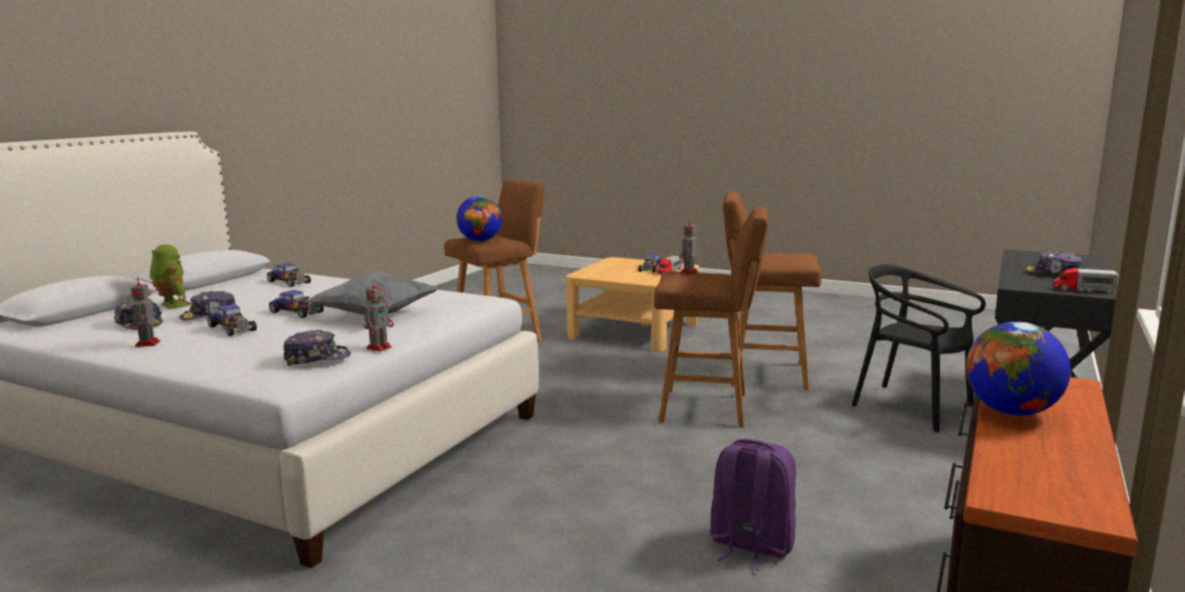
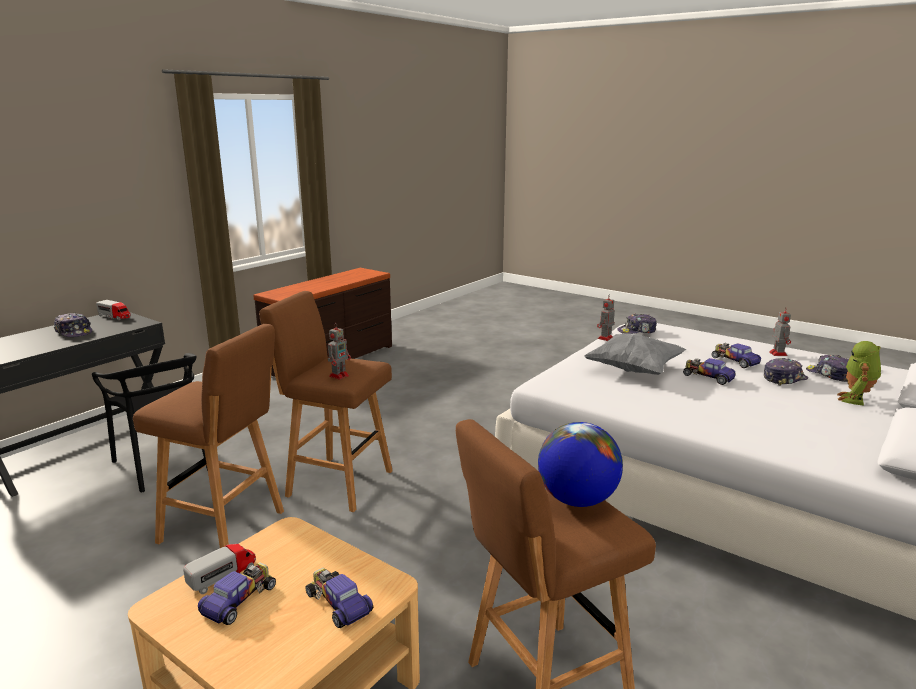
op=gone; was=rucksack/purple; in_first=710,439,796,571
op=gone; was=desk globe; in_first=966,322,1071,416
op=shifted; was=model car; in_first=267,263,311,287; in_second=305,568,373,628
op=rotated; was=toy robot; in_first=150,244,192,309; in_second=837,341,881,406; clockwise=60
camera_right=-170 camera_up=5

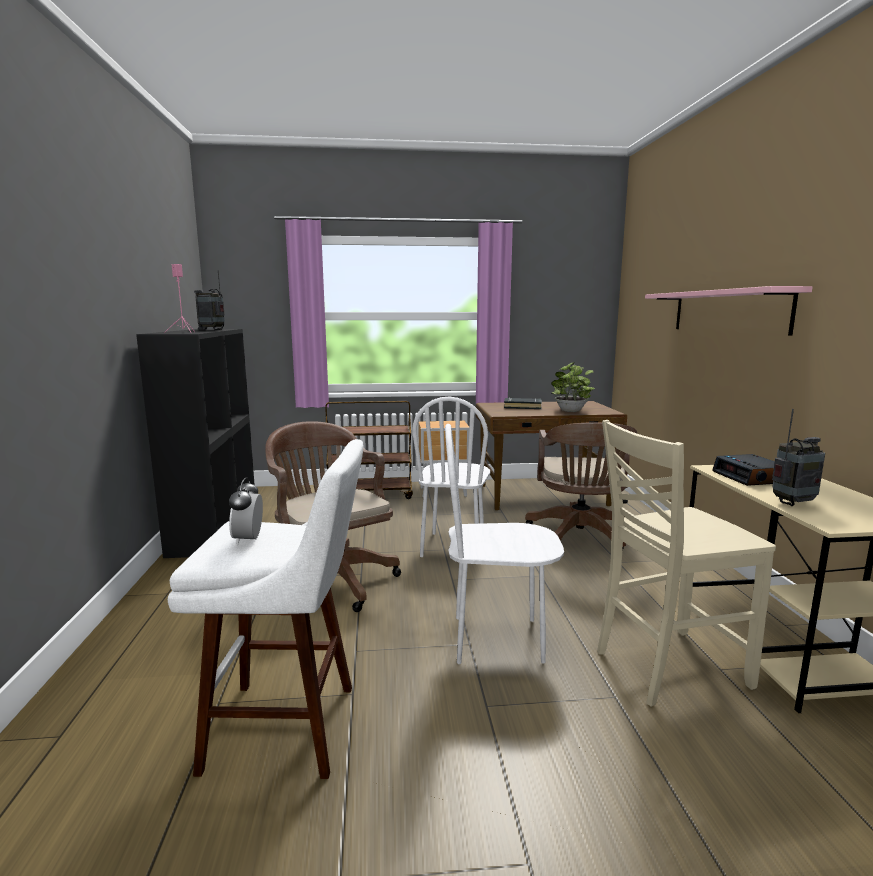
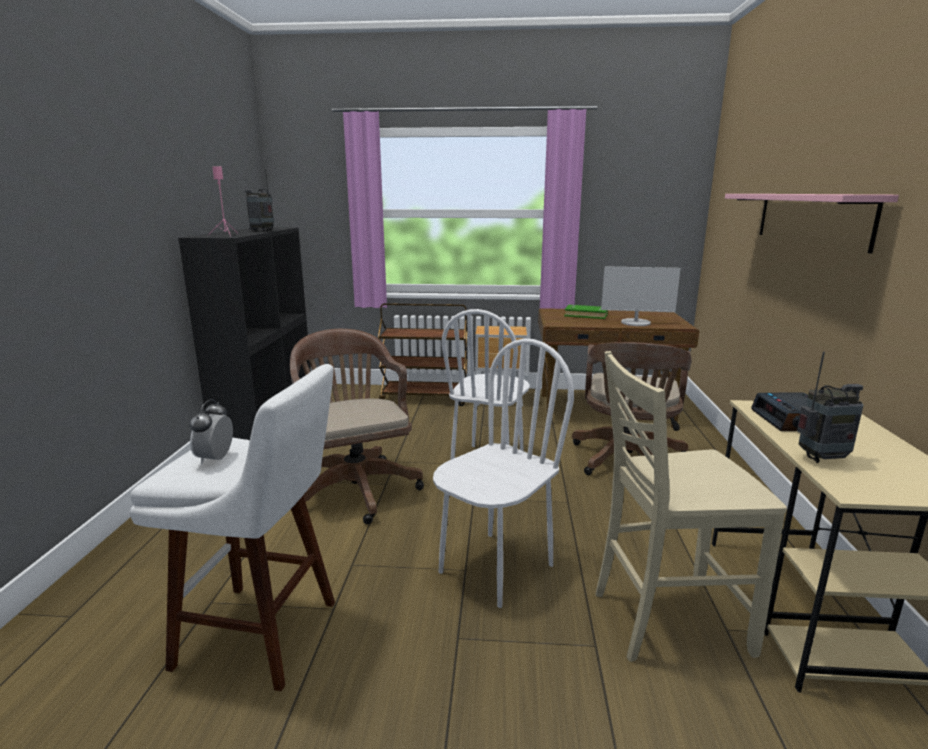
op=swapped; was=houseplant; now=computer screen; in_first=551,362,595,412; in_second=601,266,681,326
op=repainted; was=volume/blackish; now=volume/green-coloured; in_first=504,398,542,409; in_second=564,305,608,319
op=rotated; was=plain chair/white; in_first=445,424,564,664; in_second=433,338,574,608; clockwise=120
camera_right=10 camera_up=5

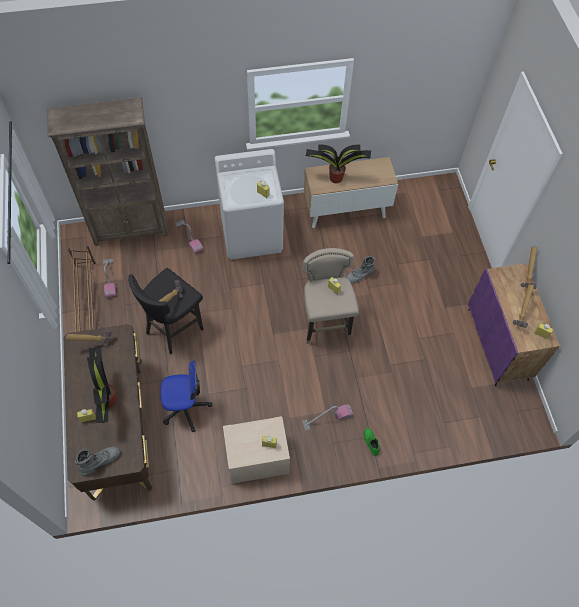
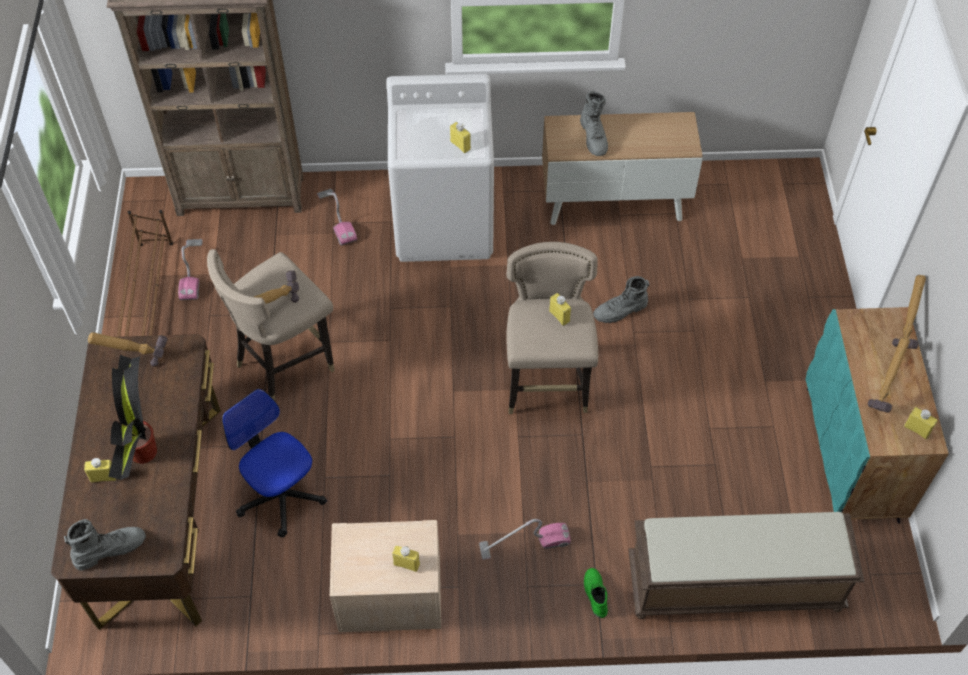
op=new; now=indoor bench/brownish; in_second=628,512,865,619
op=swapped; was=houseplant; now=tall boot/gray; in_first=305,144,371,183; in_second=580,91,608,156
op=repainted; was=sitting stool/blackish; now=sitting stool/sand-coloured; in_first=128,268,203,354; in_second=207,249,335,401
op=repainted; was=cabinet/purple; now=cabinet/turquoise; in_first=468,263,560,386; in_second=806,307,949,524
op=rotated; was=computer chair; in_first=161,361,212,432; in_second=222,389,327,537; clockwise=-135
camera_right=10 camera_up=-5

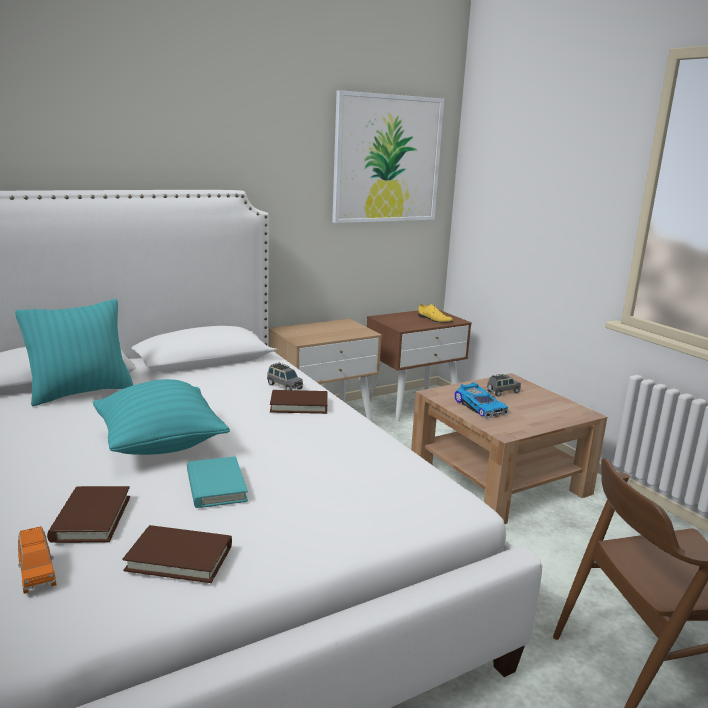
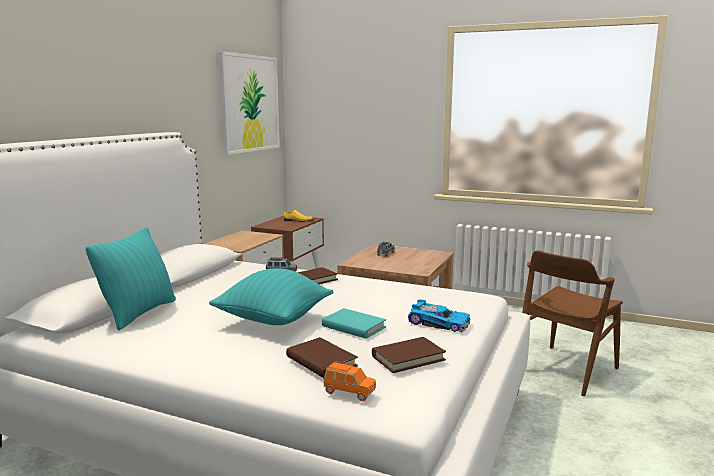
op=shifted; was=model car; in_first=455,382,509,418; in_second=408,299,470,332
camera_right=-35 camera_up=-5

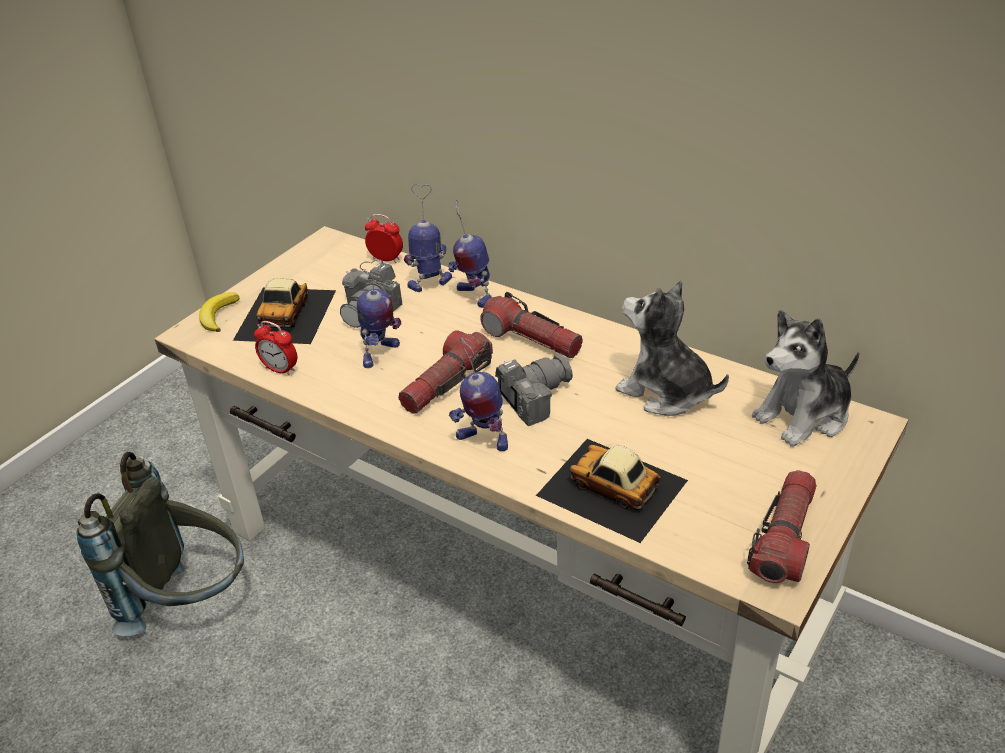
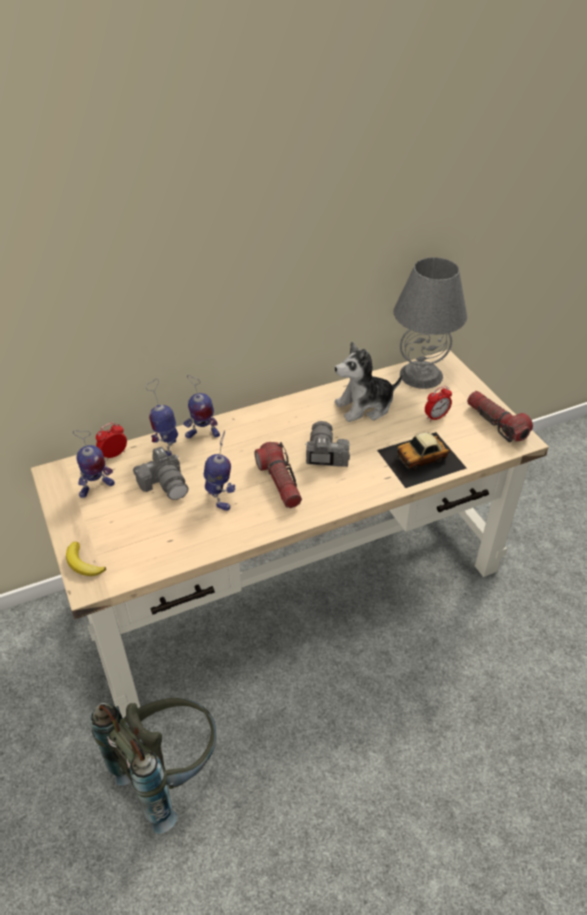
op=gone; was=model car; in_first=233,278,336,344
op=gone; was=hand torch; in_first=480,292,583,358
op=shifted; was=alarm clock; in_first=254,321,297,376; in_second=425,386,452,422
op=shifted; was=toy robot; in_first=449,338,508,451; in_second=73,430,115,498
op=swapped; was=cuddly toy; now=lamp for a table/gray; in_first=752,310,860,447; in_second=394,257,467,389
camera_right=-60 camera_up=5

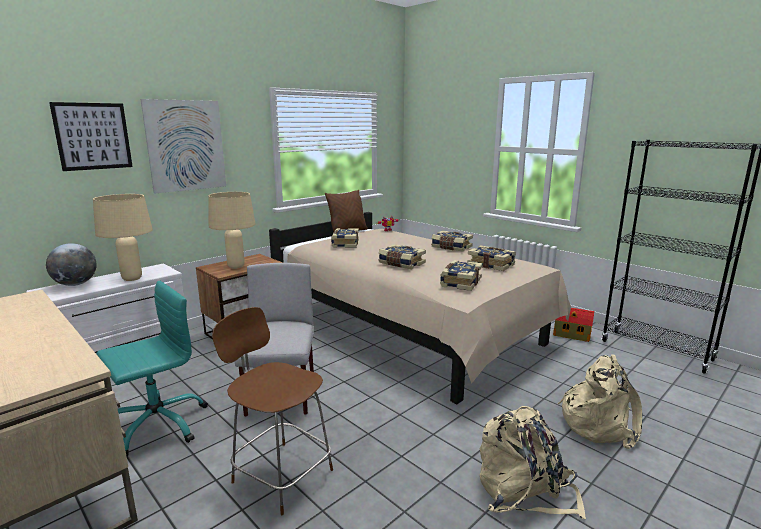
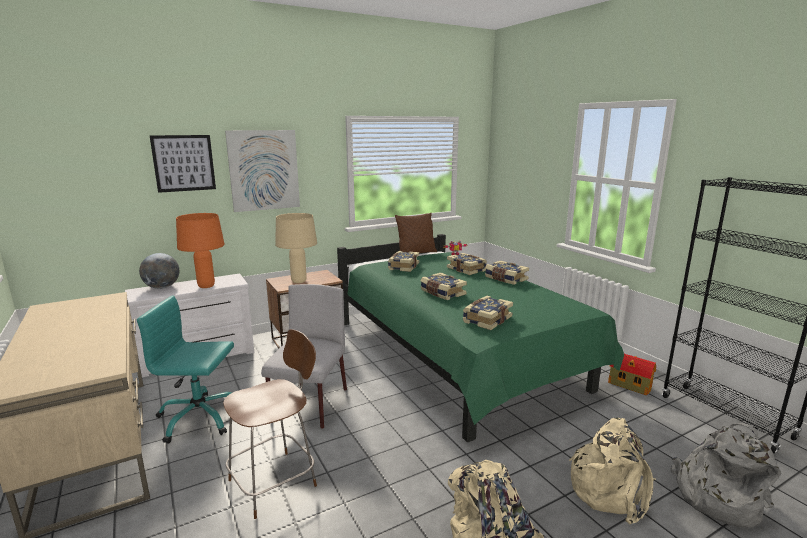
op=new; now=rucksack/gray; in_second=670,423,781,527
op=shifted; was=volume; in_first=467,246,516,271; in_second=447,253,487,275
op=repainted; was=lamp for a table/sand-coloured; now=lamp for a table/orangey; in_first=93,194,153,281; in_second=176,213,225,288
op=repainted; was=bed/sand-coloured; now=bed/green-coloured; in_first=269,212,571,404; in_second=337,234,624,443
op=rotated; was=computer chair/turquoise; in_first=96,281,208,457; in_second=137,296,234,444; clockwise=-150
op=rotated; was=plain chair/brownish; in_first=212,307,333,515; in_second=223,329,317,519; clockwise=90
camera_right=15 camera_up=0

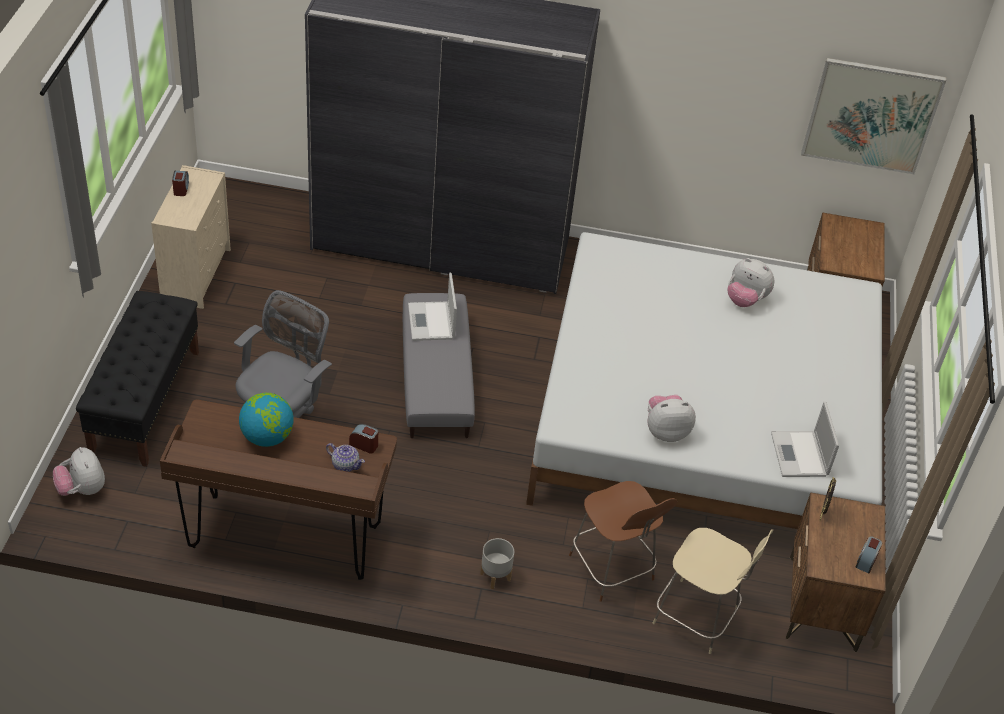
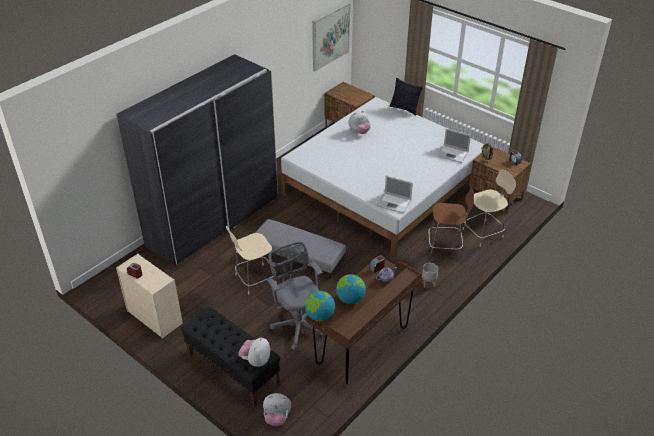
op=new; now=plain chair/sand-coloured; in_second=226,226,277,295
op=new; now=desk globe; in_second=305,291,335,321
op=new; now=pillow; in_second=390,78,423,115
op=shifted; was=notebook computer; in_first=408,273,457,341; in_second=377,176,413,213
op=shifted; was=cuddly toy; in_first=647,395,696,442; in_second=238,337,270,367
camera_right=-55 camera_up=-5

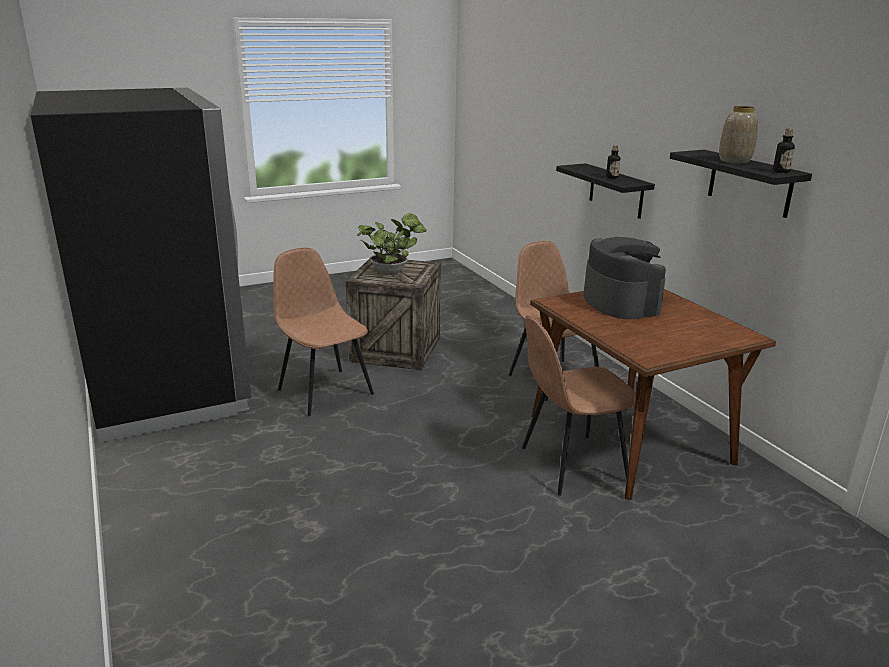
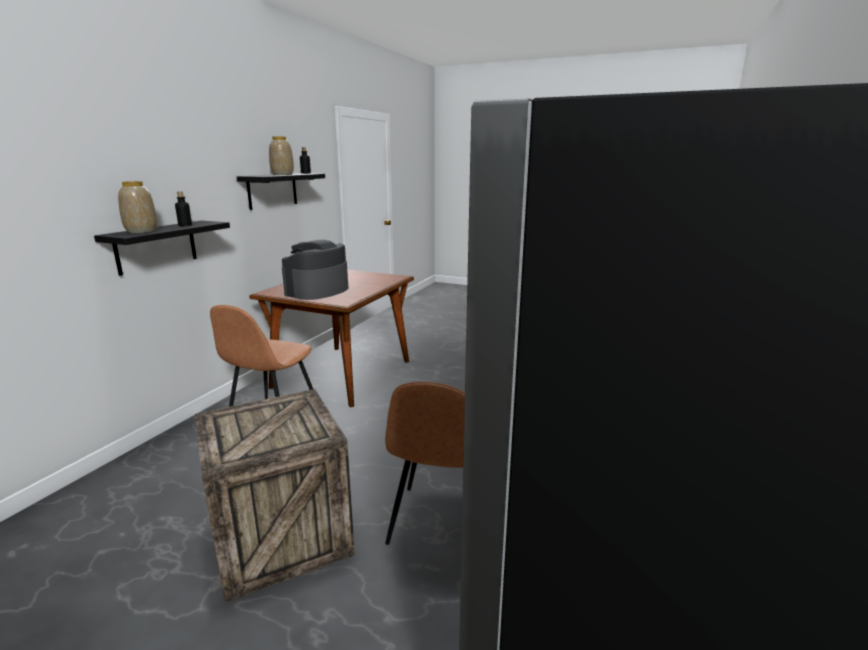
op=gone; was=houseplant; in_first=357,213,427,275
op=gone; was=plain chair/brownish; in_first=522,315,636,496
op=new; now=flower vase; in_second=118,181,157,233
camera_right=-130 camera_up=-5

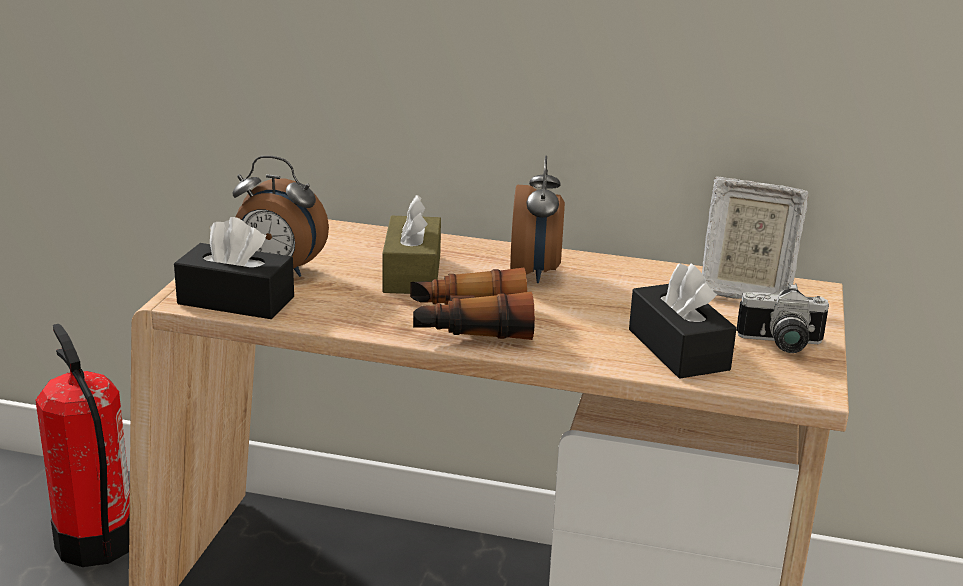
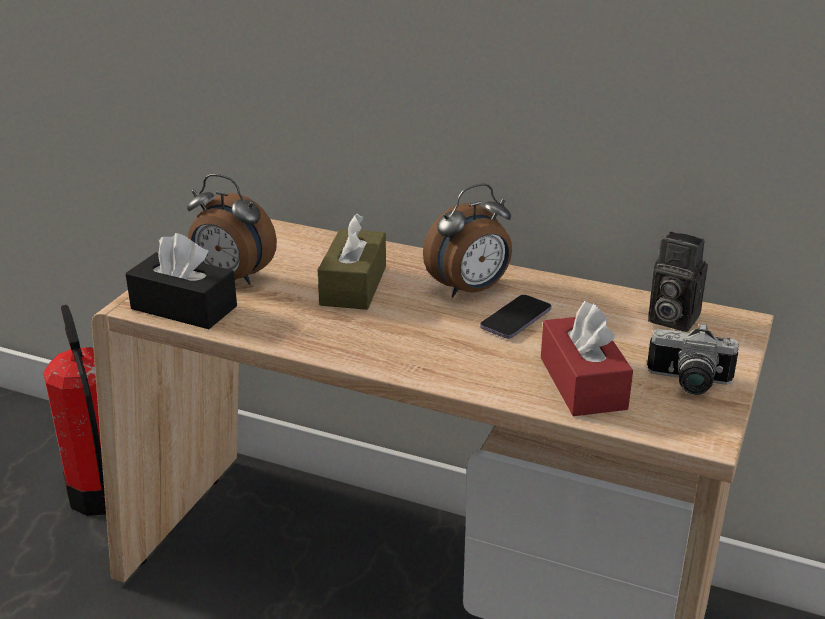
op=gone; was=field glasses; in_first=410,268,535,340
op=new; now=phone; in_second=480,295,551,339
op=swapped; was=standing frame; now=still camera; in_first=702,177,808,299; in_second=648,232,708,332
op=repainted; was=tissue holder/blackish; now=tissue holder/red-coloured; in_first=629,263,737,379; in_second=541,301,633,416
op=rotated; was=alarm clock; in_first=510,156,565,283; in_second=423,183,512,297; clockwise=45
camera_right=10 camera_up=5

